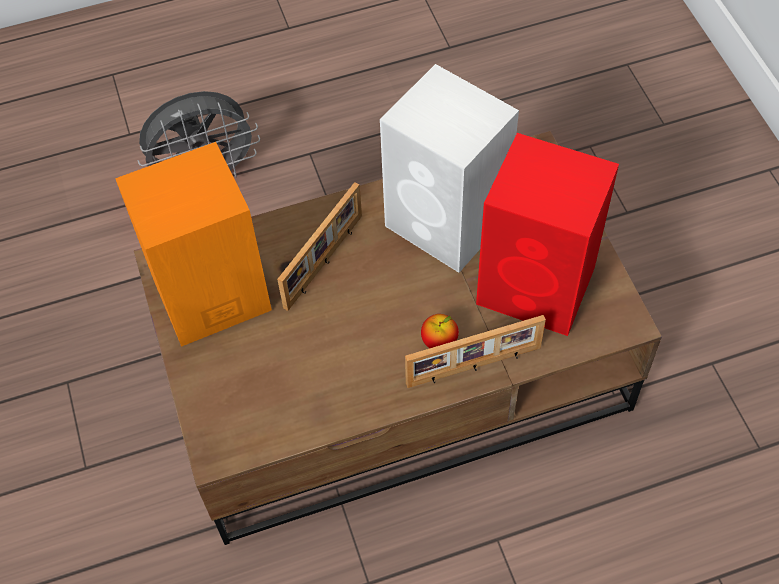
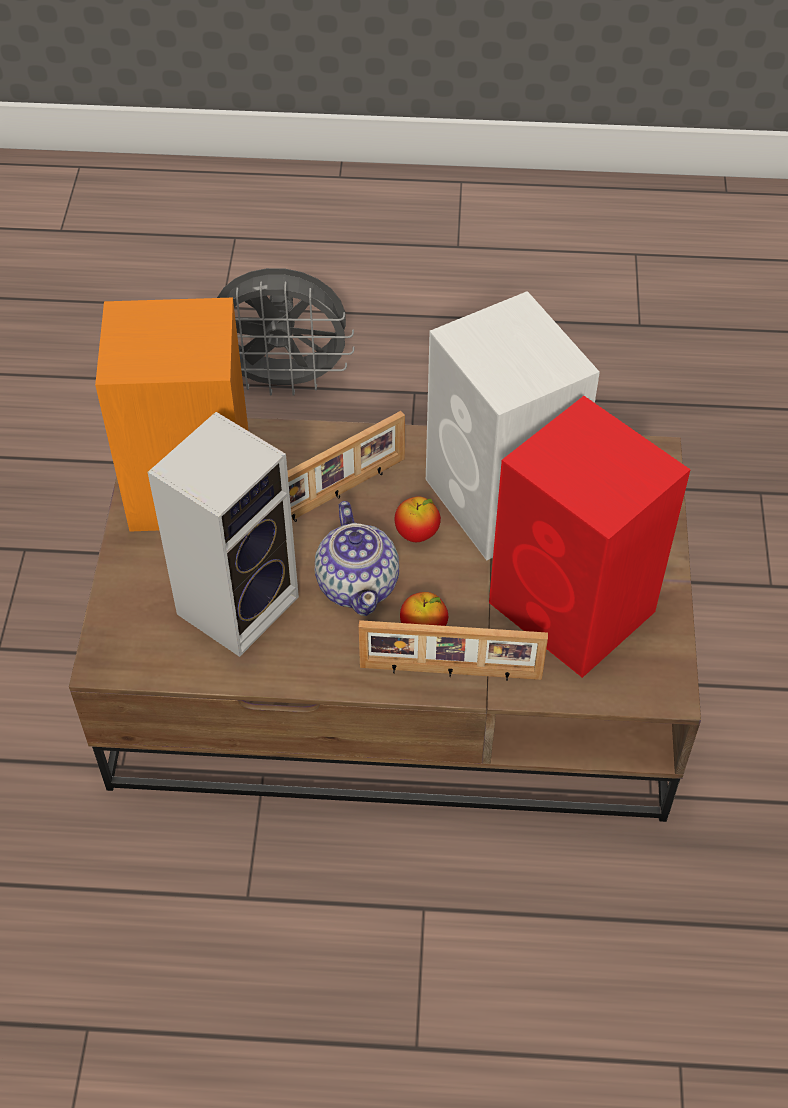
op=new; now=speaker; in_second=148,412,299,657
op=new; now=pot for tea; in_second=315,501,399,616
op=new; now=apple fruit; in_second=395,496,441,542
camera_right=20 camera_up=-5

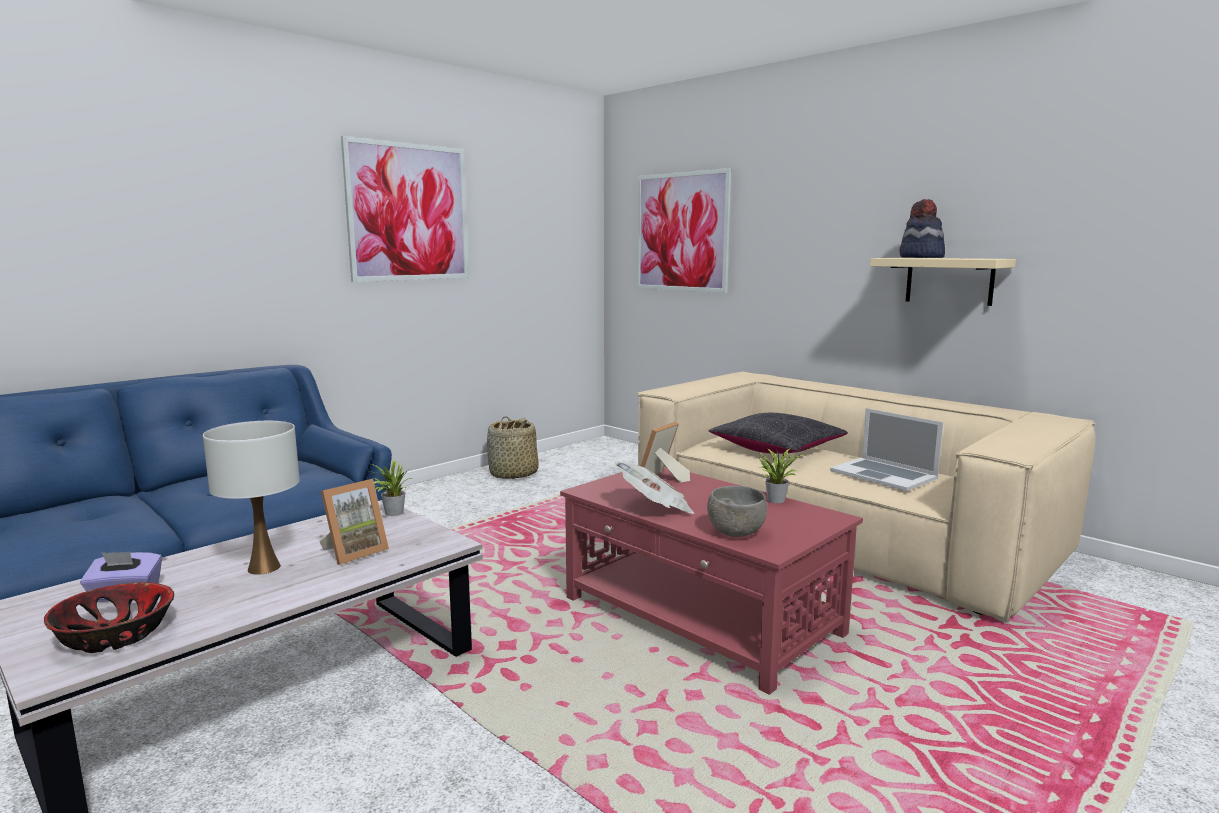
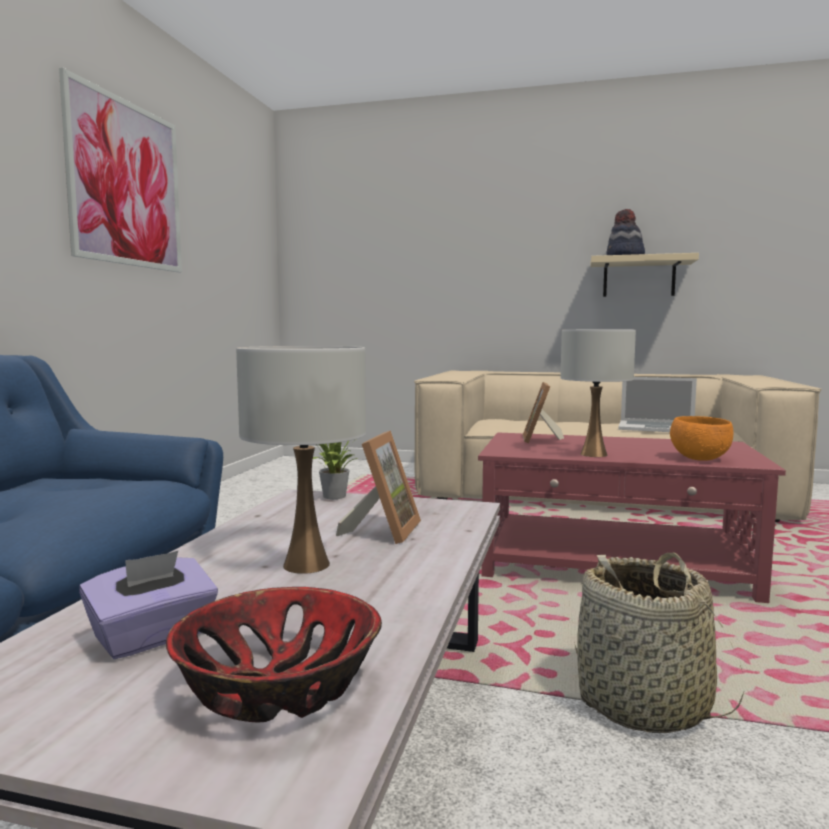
op=gone; was=wall picture; in_first=637,168,731,293
op=gone; was=pillow/blackish; in_first=709,413,848,454
op=gone; was=houseplant; in_first=758,449,806,503
op=shifted; was=household basket; in_first=487,416,539,479; in_second=574,552,744,733
op=swapped; was=daily paper; now=lamp for a table/white; in_first=614,462,695,514; in_second=560,330,636,457
op=repainted; was=deep dish/gray; now=deep dish/orangey; in_first=707,486,767,537; in_second=670,416,734,461
camera_right=-30 camera_up=-5

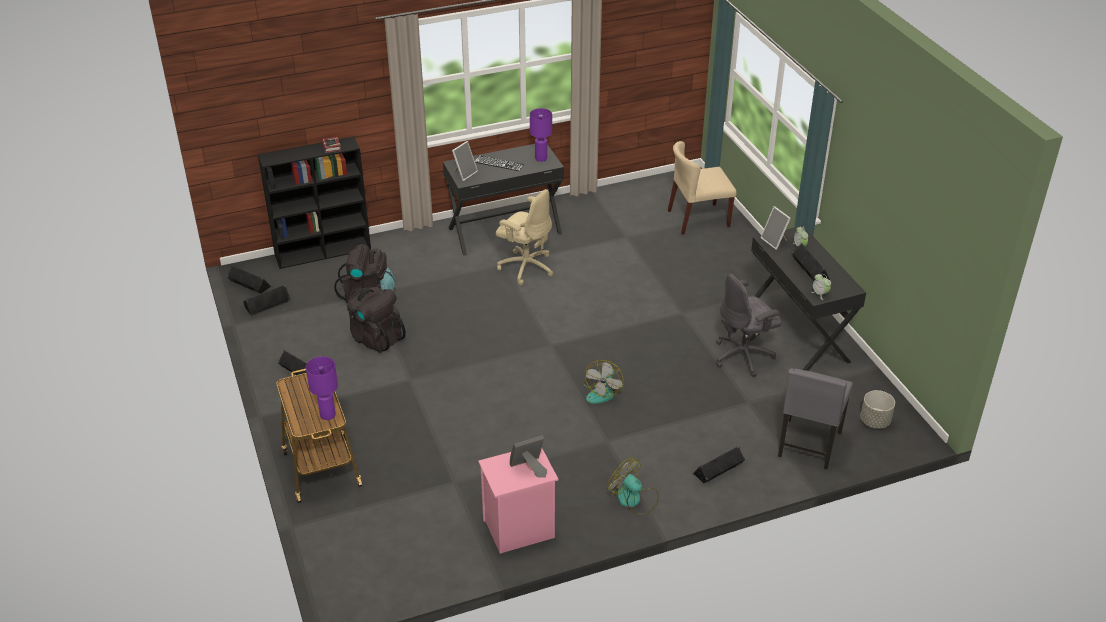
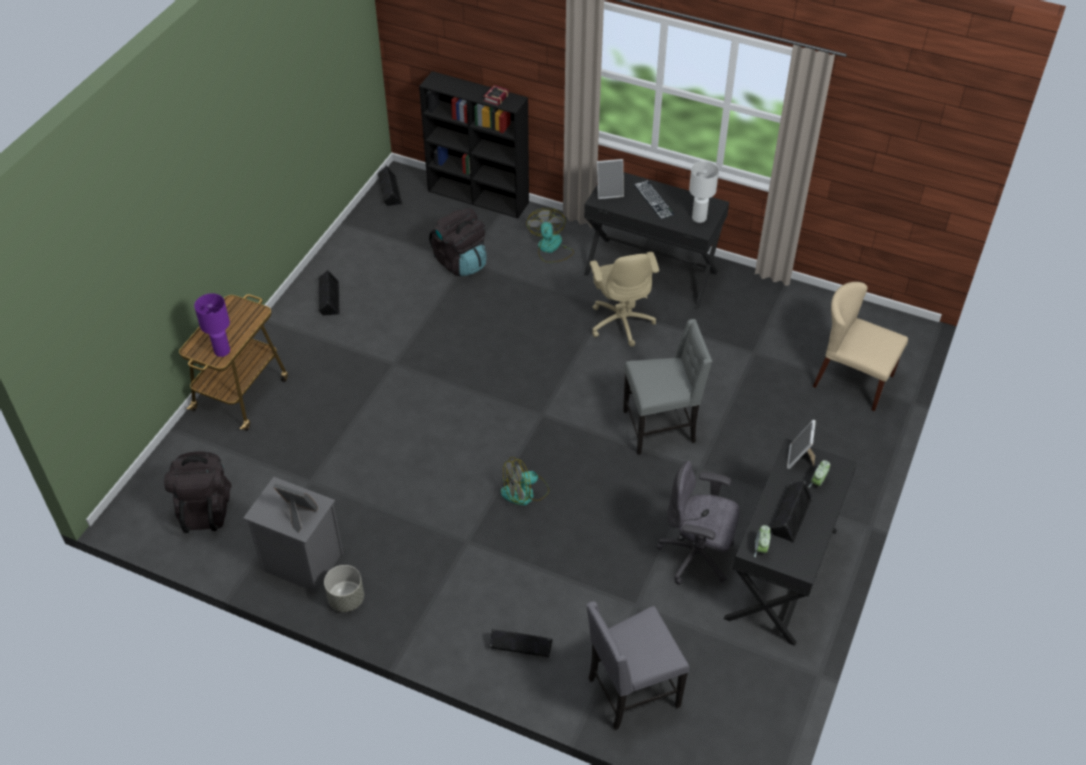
op=gone; was=speaker/blackish; in_first=243,284,291,316
op=new; now=plain chair/gray; in_second=623,319,712,455
op=shifted; was=rucksack/blackish; in_first=347,287,406,353; in_second=164,451,232,533
op=shifted; was=fan; in_first=607,457,659,515; in_second=526,208,574,263
op=shifted; was=planter/gray; in_first=860,390,895,429; in_second=324,565,364,612
op=repainted; was=bedside table/pink; now=bedside table/gray; in_first=478,448,558,554; in_second=243,477,343,593
op=repainted; was=lamp for a table/purple; now=lamp for a table/white; in_first=530,108,552,162; in_second=689,161,719,223
camera_right=45 camera_up=10

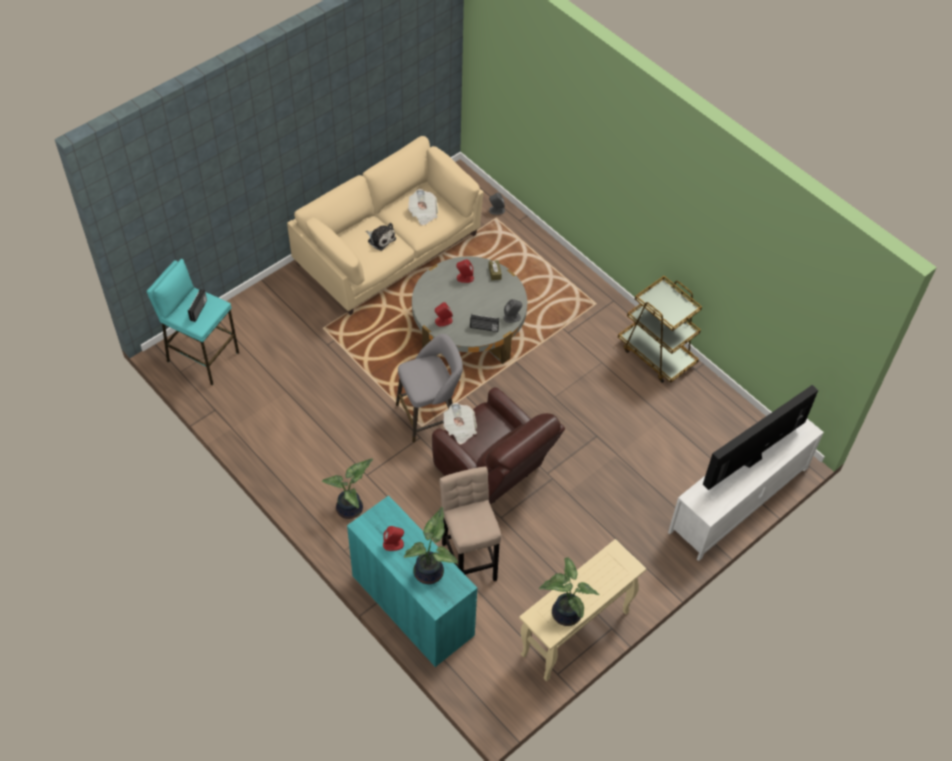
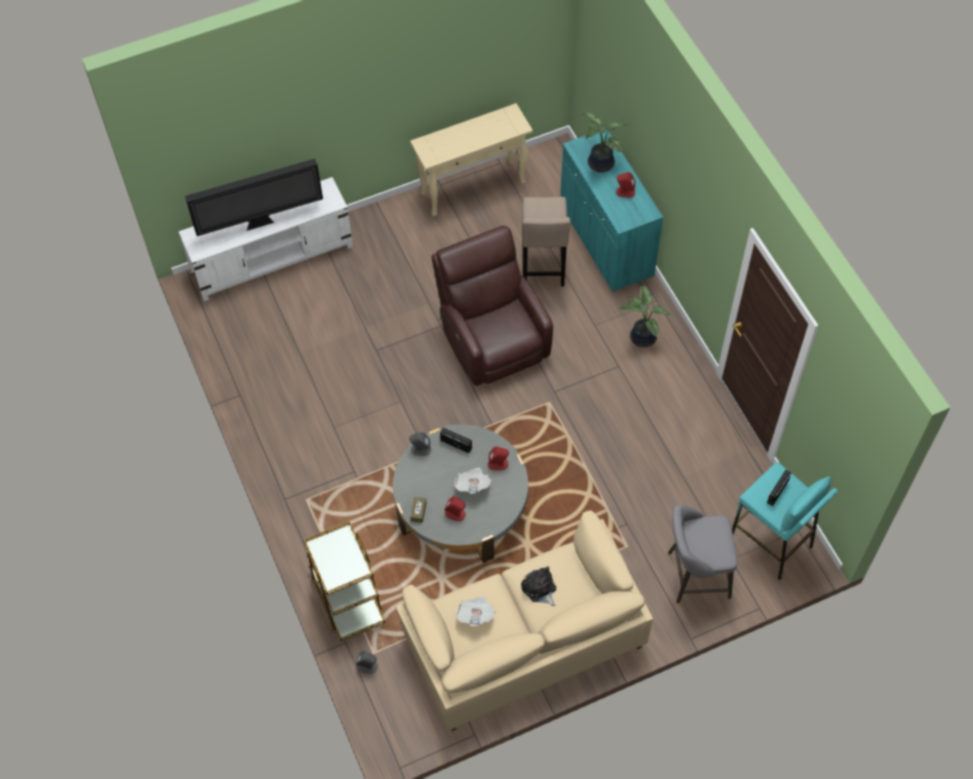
op=gone; was=houseplant; in_first=539,557,600,626
op=shifted; was=sitting stool/gray; in_first=396,334,463,443; in_second=668,505,738,603
op=shifted; was=daily paper; in_first=443,402,477,445; in_second=454,468,492,494
op=shifted; was=trolley/brownish; in_first=618,276,702,383; in_second=304,521,385,641
camera_right=-160 camera_up=5

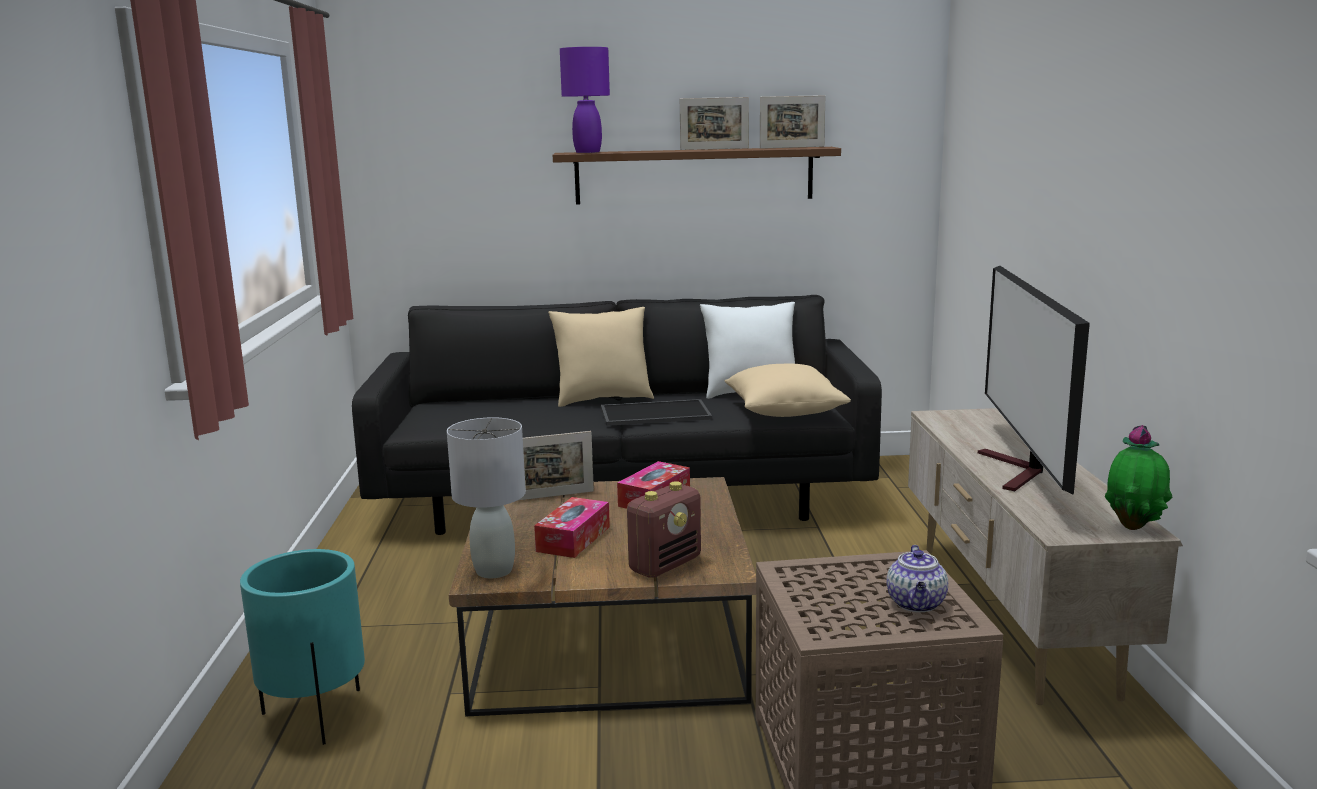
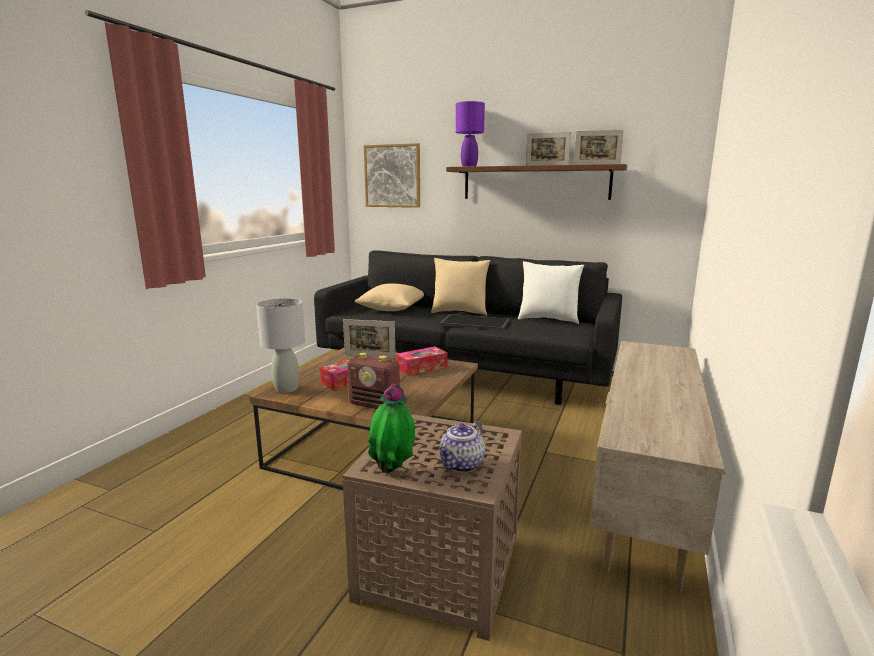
op=gone; was=planter/turquoise; in_first=240,549,365,745
op=gone; was=television; in_first=978,266,1090,495
op=new; now=wall picture; in_second=364,143,420,208
op=shifted; was=pillow/sand-coloured; in_first=724,364,851,417; in_second=355,283,424,311
op=shifted; was=houseplant; in_first=1105,425,1173,530; in_second=367,384,415,473
op=rotated; was=radio; in_first=627,481,701,578; in_second=347,353,400,409; clockwise=45
camera_right=25 camera_up=0

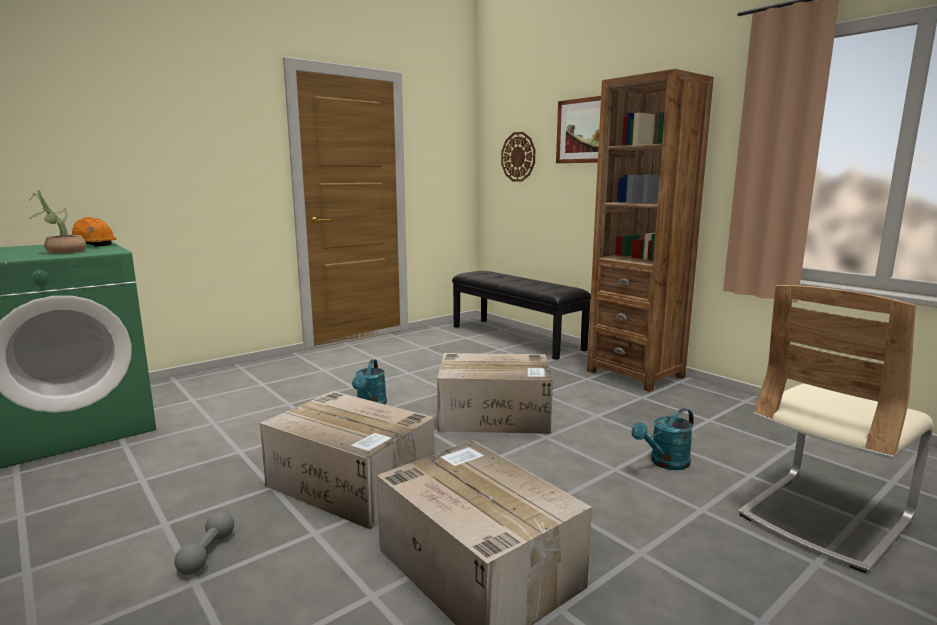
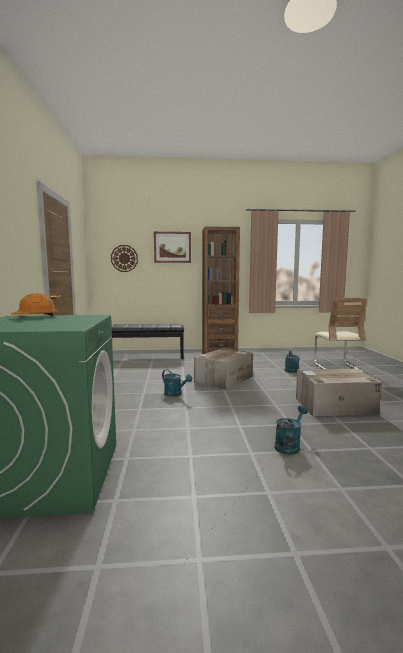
op=gone; was=houseplant; in_first=27,190,86,254
op=gone; was=cardboard box; in_first=260,391,435,530
op=swapped; was=free weight/gray; now=watering can/turquoise; in_first=174,511,234,575; in_second=275,406,308,455
camera_right=-55 camera_up=-5

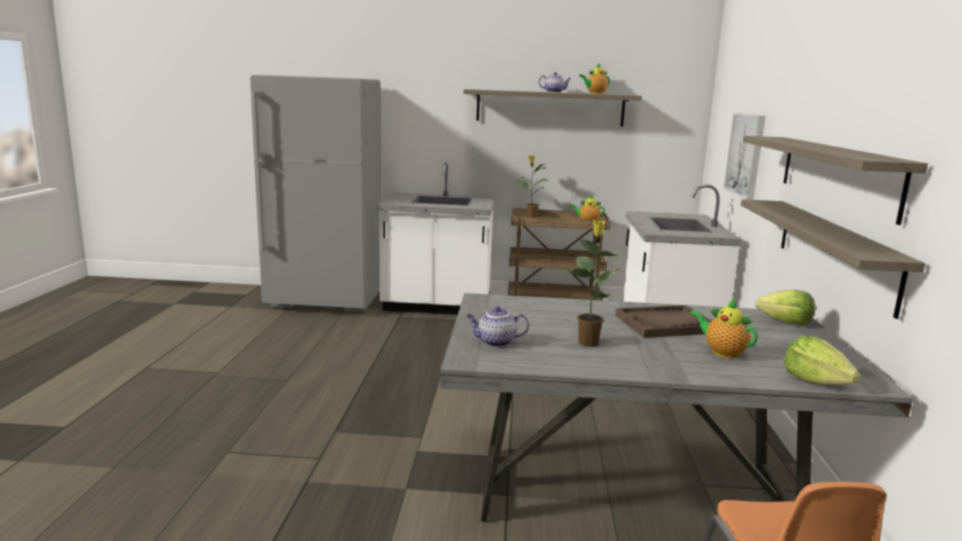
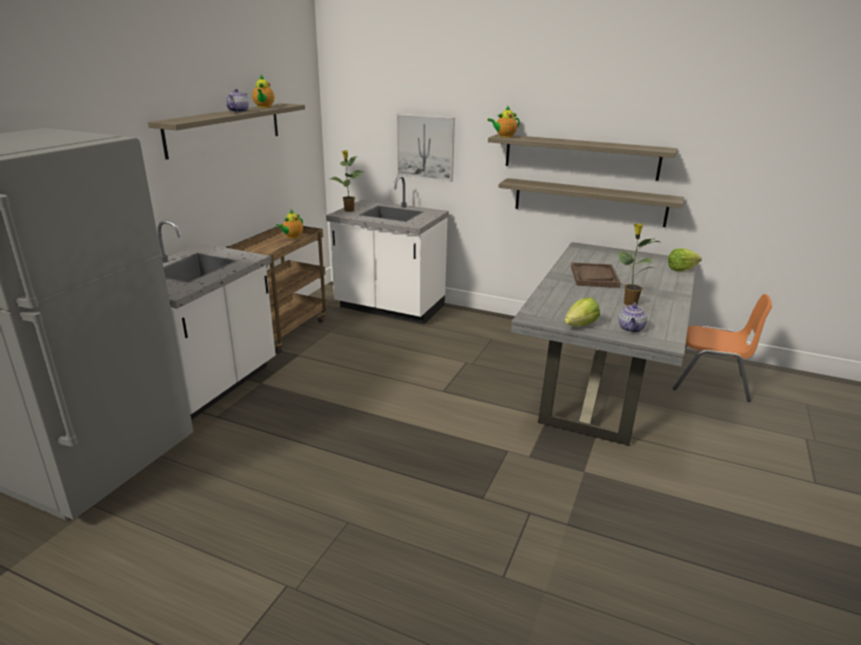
op=shifted; was=houseplant; in_first=516,155,549,218; in_second=331,150,365,212
op=shifted; was=pot for tea; in_first=689,299,758,359; in_second=487,105,520,138
op=shifted; was=lettuce head; in_first=755,290,815,325; in_second=564,298,600,327
camera_right=-70 camera_up=10

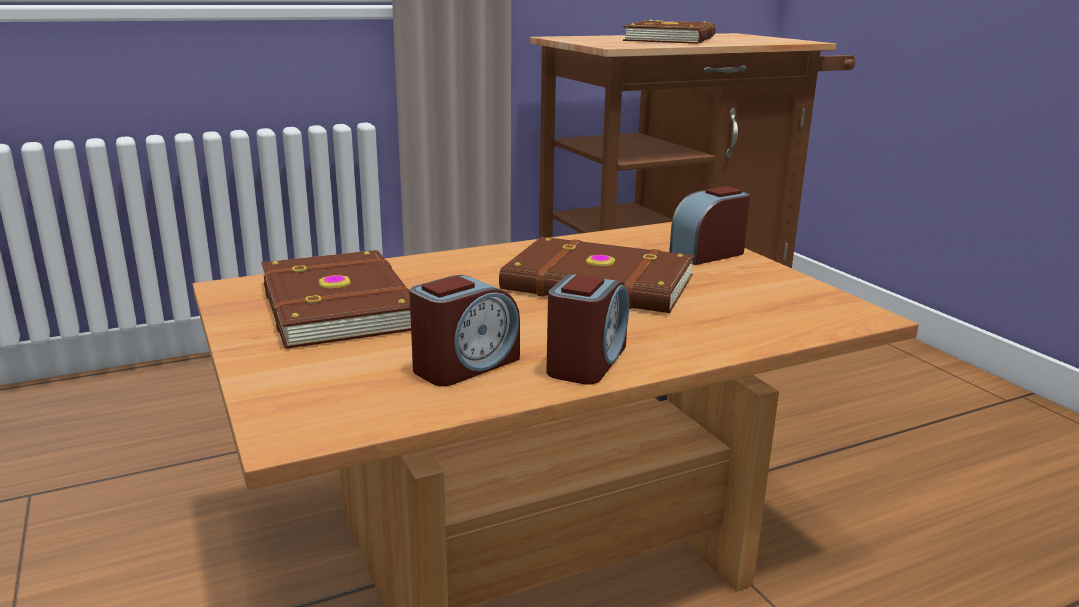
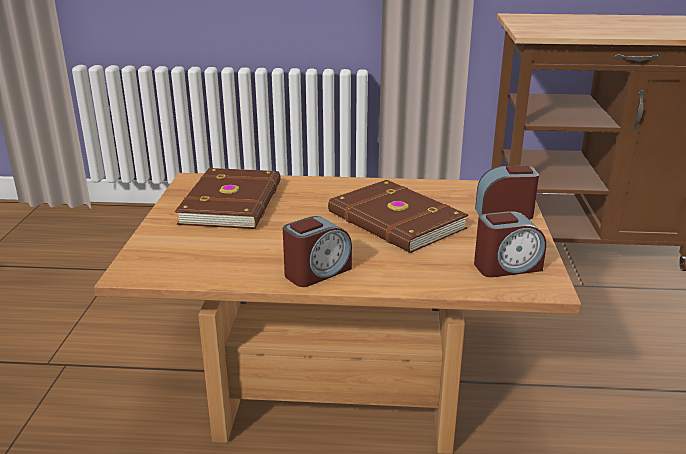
op=gone; was=volume/brownish; in_first=623,20,715,44
op=shifted; was=alarm clock; in_first=409,275,520,386; in_second=474,211,546,277
camera_right=30 camera_up=5

